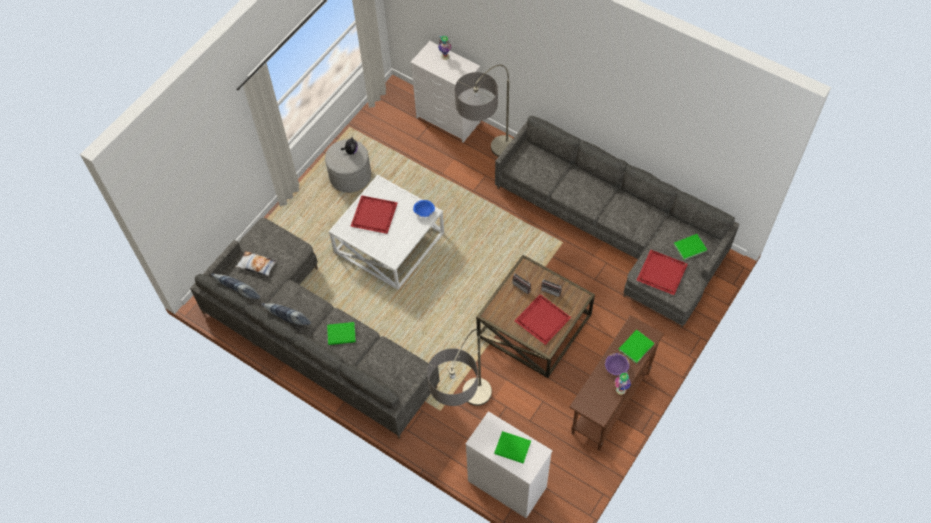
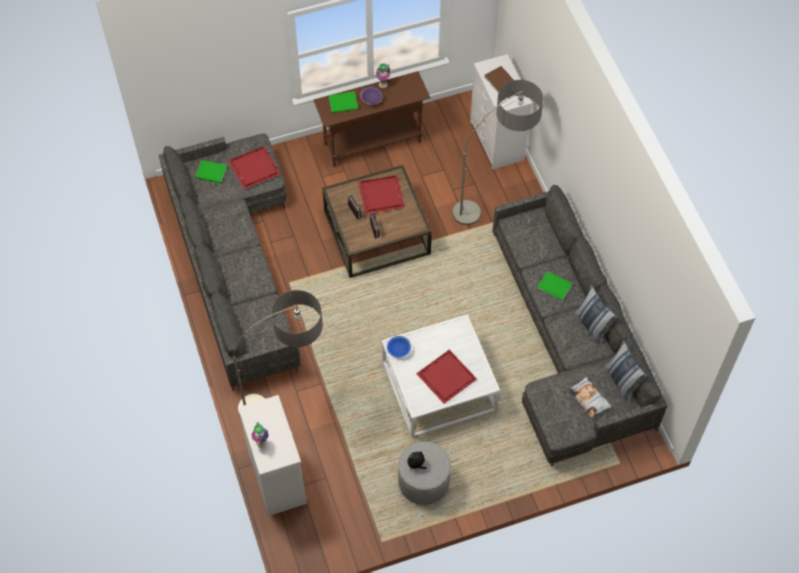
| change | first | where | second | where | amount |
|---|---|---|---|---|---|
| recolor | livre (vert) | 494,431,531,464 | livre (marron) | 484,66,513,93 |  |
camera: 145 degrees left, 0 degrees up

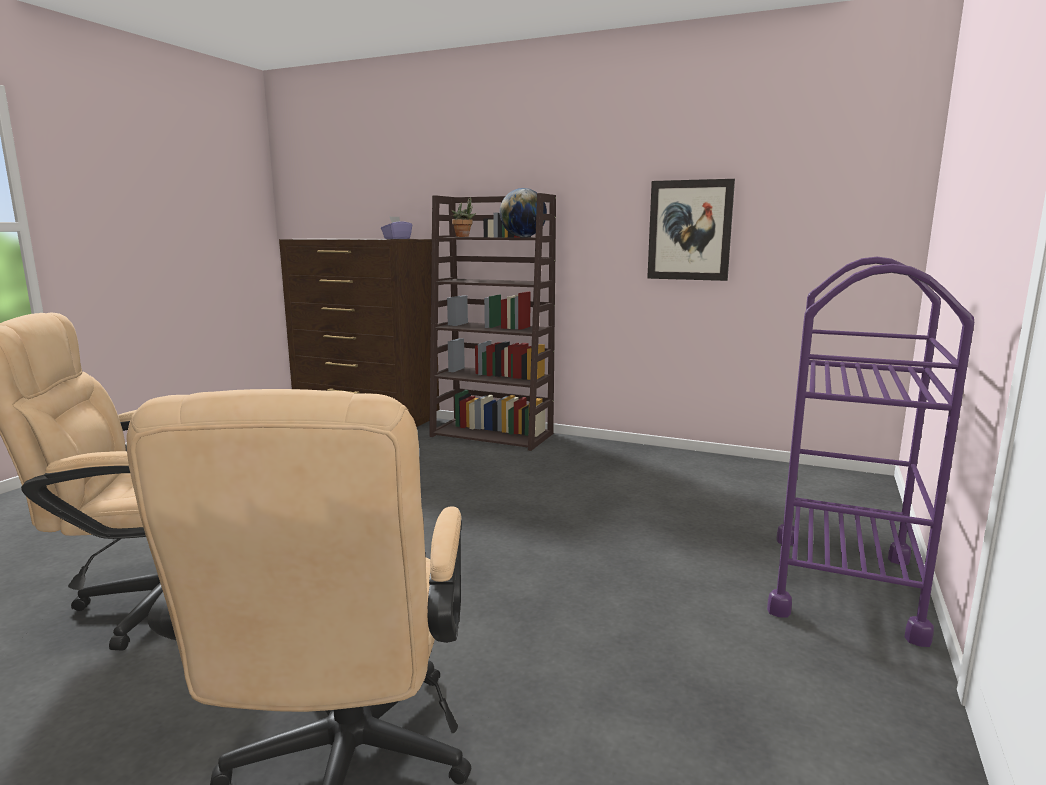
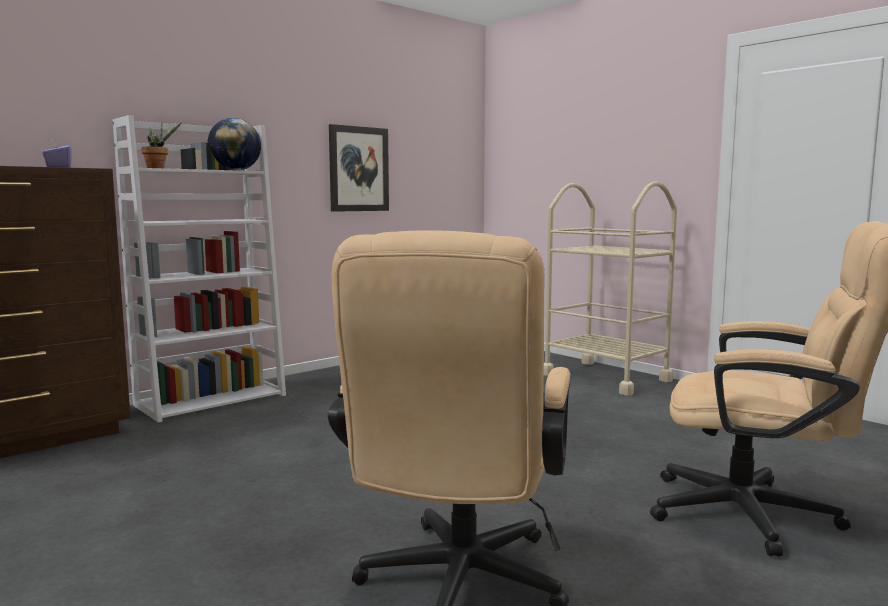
| change | first | where | second | where | amount |
|---|---|---|---|---|---|
| recolor | bibliothèque (marron) | 429,193,556,451 | bibliothèque (blanc) | 113,115,286,423 |  |
| recolor | chariot (violet) | 767,257,974,647 | chariot (beige) | 544,181,677,396 |  |
camera: 65 degrees left, 5 degrees down

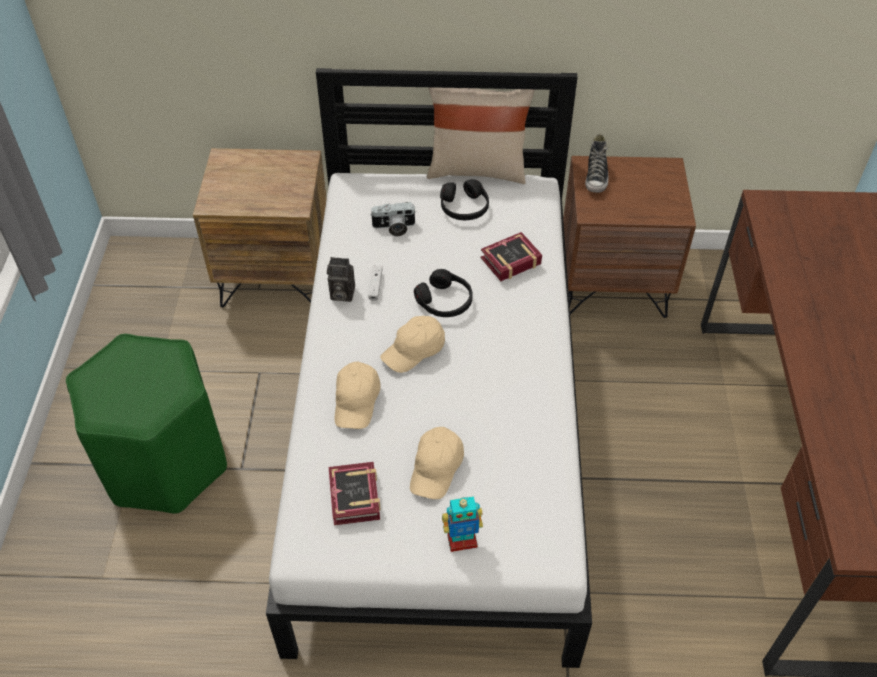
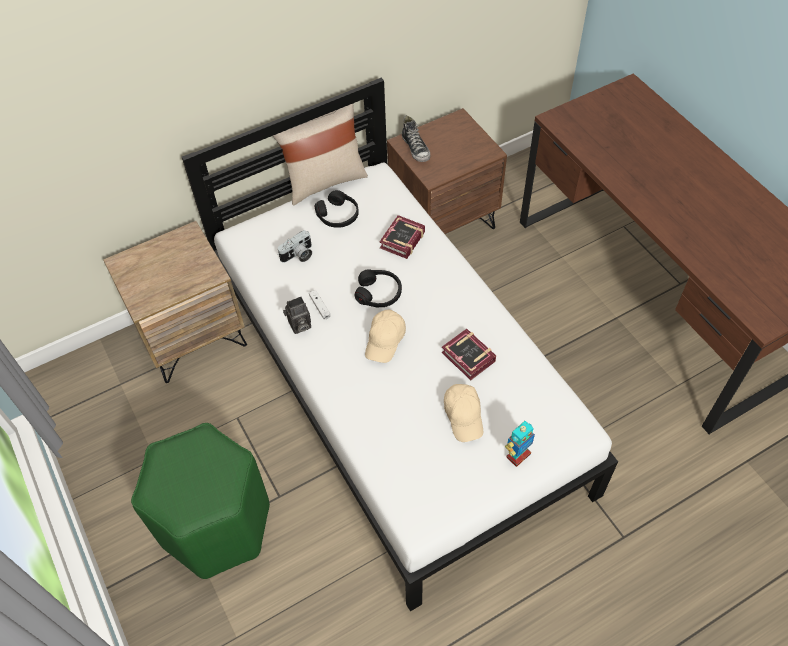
| change | first | where | second | where | amount |
|---|---|---|---|---|---|
| delete | casquette (beige) | 335,362,381,429 |  |  |  |
| move | livre | 329,462,381,525 |  | 442,329,496,380 |  |
camera: 30 degrees left, 5 degrees up

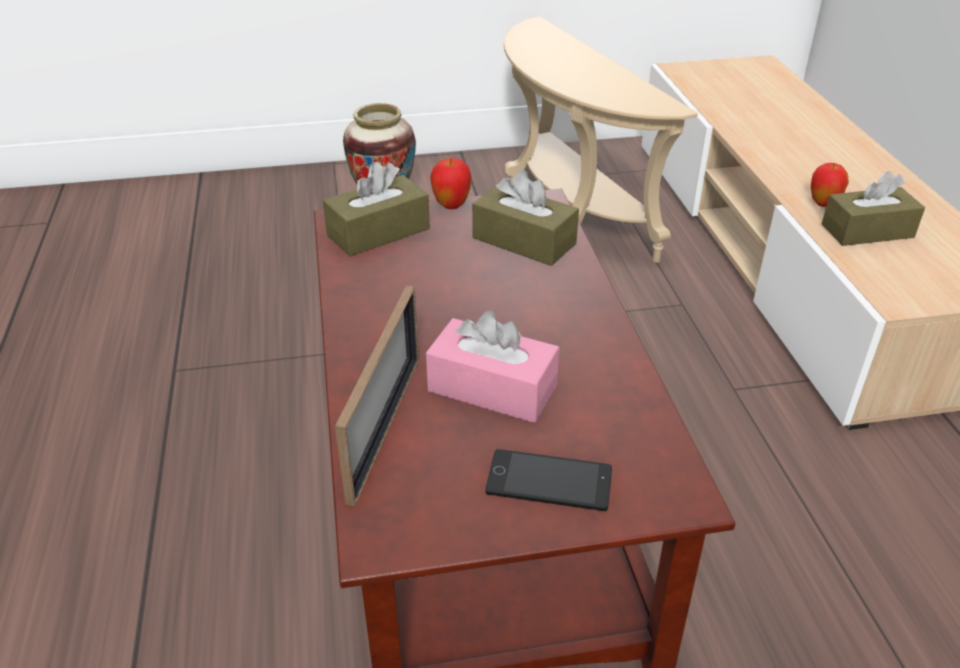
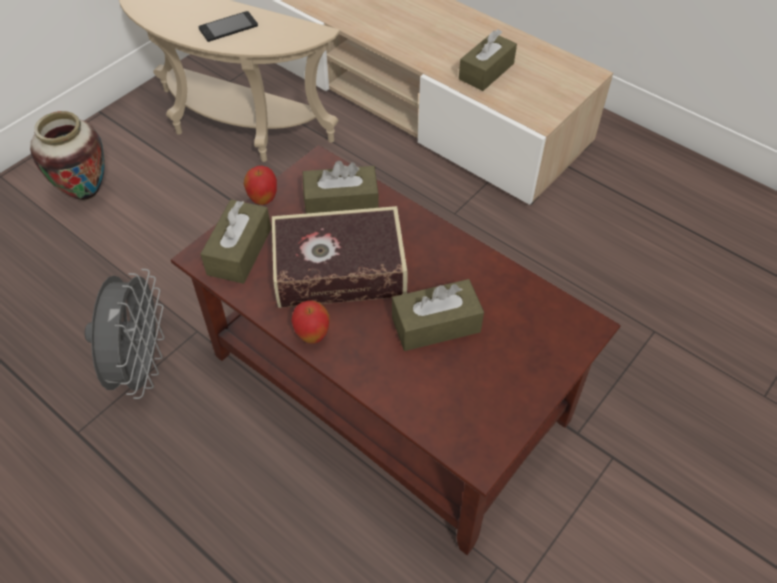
| change | first | where | second | where | amount |
|---|---|---|---|---|---|
| delete | cadre photo | 335,285,419,506 |  |  |  |
| insert |  |  | ventilateur (gris) | 85,269,164,399 |  |
| insert |  |  | livre | 272,206,407,308 |  |
| move | téléphone | 486,449,612,511 |  | 198,11,258,42 |  |
| move | pomme | 811,163,849,207 |  | 291,301,330,344 |  |
| recolor | boîte à mouchoirs (rose) | 426,311,559,423 | boîte à mouchoirs (marron) | 392,279,484,351 |  |
camera: 40 degrees left, 15 degrees up

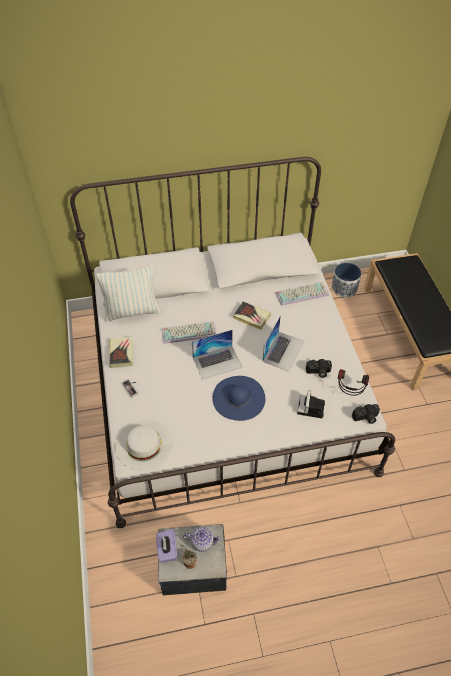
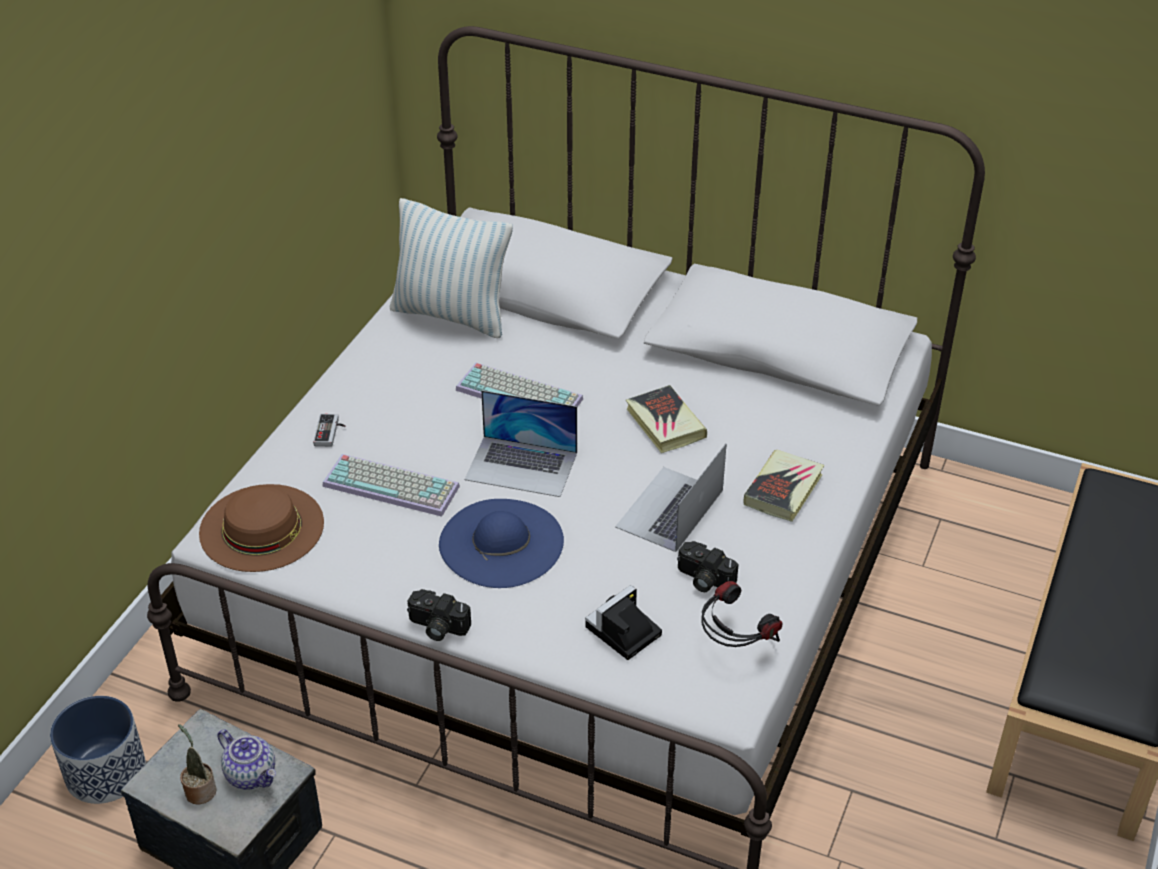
| change | first | where | second | where | amount |
|---|---|---|---|---|---|
| delete | boîte à mouchoirs (violet) | 156,529,177,562 |  |  |  |
| move | livre | 109,336,133,368 |  | 743,450,824,522 |  |
| move | clavier | 276,282,329,306 |  | 322,454,460,517 |  |
| move | cache-pot | 332,263,361,297 |  | 50,696,146,804 |  |
| move | appareil photo | 352,404,380,424 |  | 407,589,471,641 |  |
| recolor | chapeau (blanc) | 115,420,172,471 | chapeau (marron) | 199,484,324,572 |  |
| rotate | ordinateur portable | 262,315,304,372 |  | 615,443,727,552 | 150 degrees clockwise |
camera: 35 degrees right, 10 degrees down

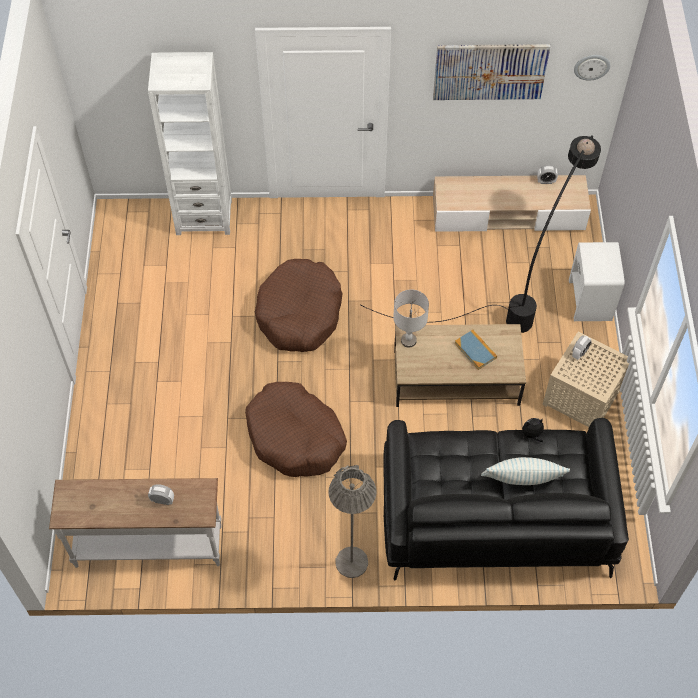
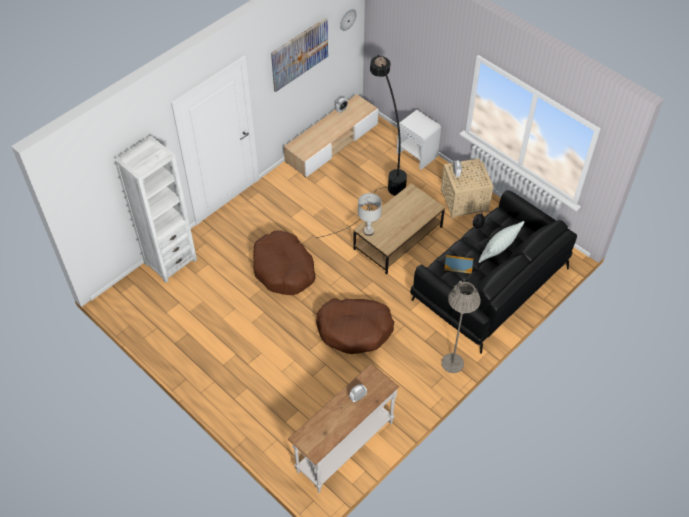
| change | first | where | second | where | amount |
|---|---|---|---|---|---|
| move | livre | 454,330,497,370 |  | 444,255,473,274 |  |
camera: 45 degrees left, 5 degrees down

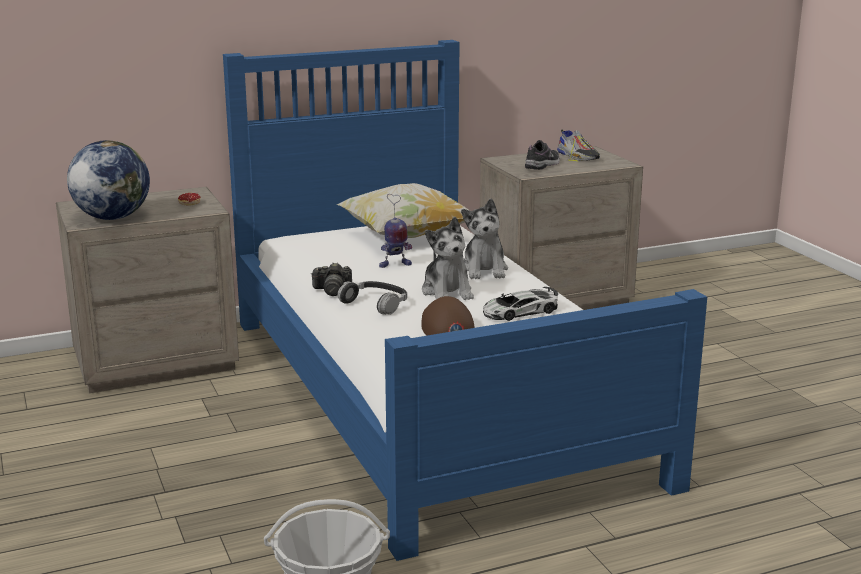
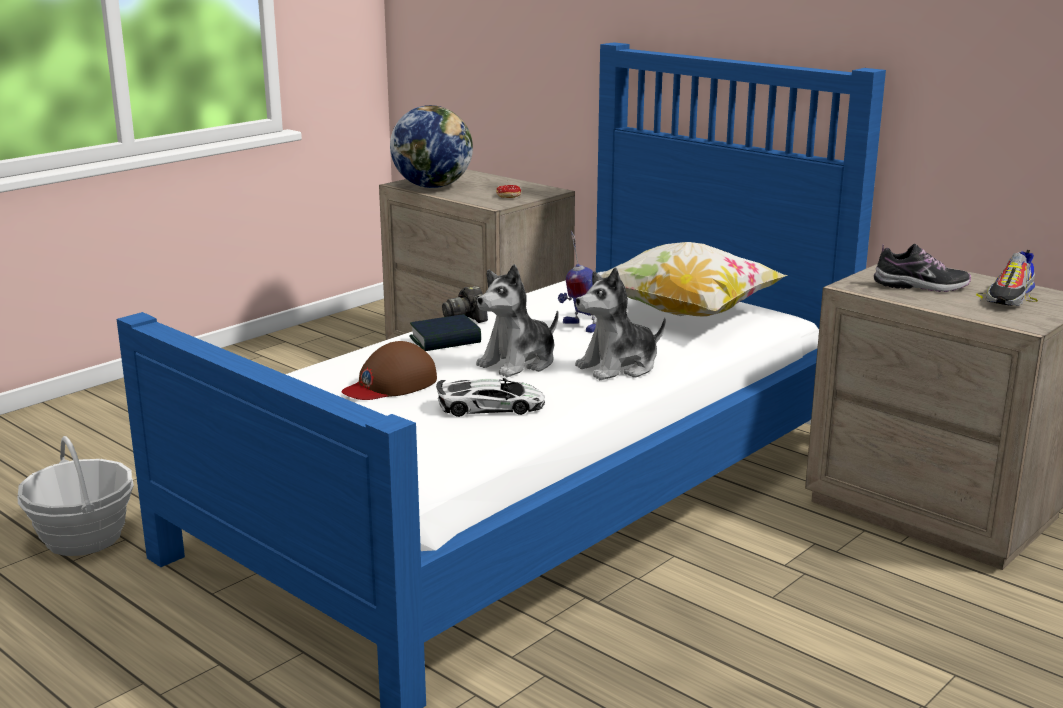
| change | first | where | second | where | amount |
|---|---|---|---|---|---|
| replace | casque audio | 338,281,407,315 | livre | 409,314,481,351 |  |
| rotate | petite voiture | 483,287,558,321 |  | 436,378,545,417 | 135 degrees clockwise |
camera: 65 degrees right, 0 degrees up

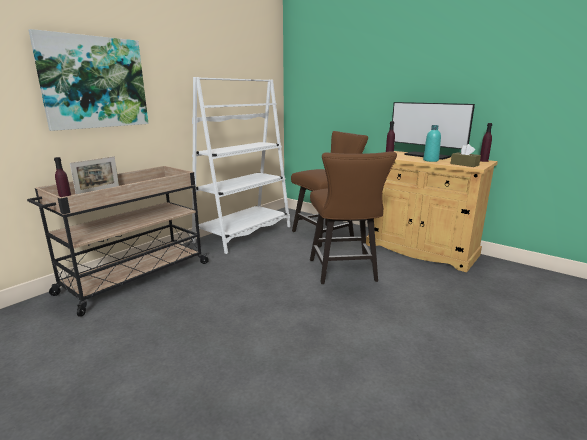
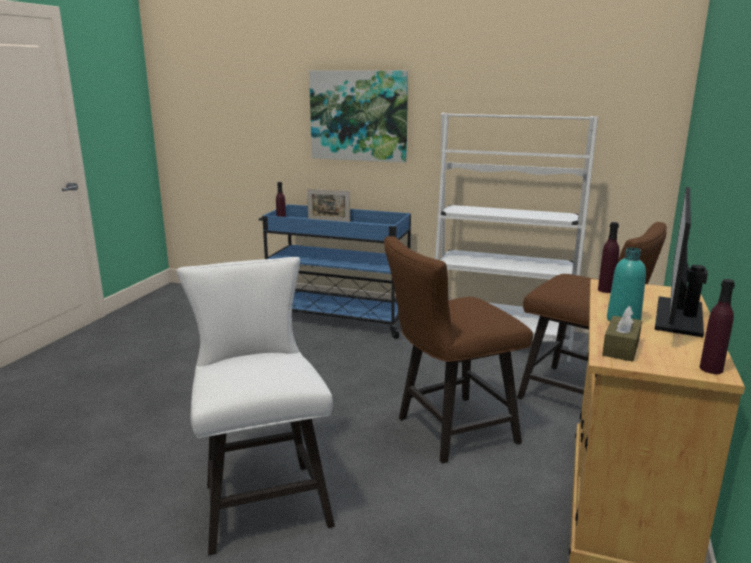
| change | first | where | second | where | amount |
|---|---|---|---|---|---|
| insert |  |  | chaise (blanc) | 176,257,335,556 |  |
| recolor | chariot (beige) | 27,166,210,317 | chariot (bleu) | 259,204,411,339 |  |
camera: 70 degrees right, 0 degrees up

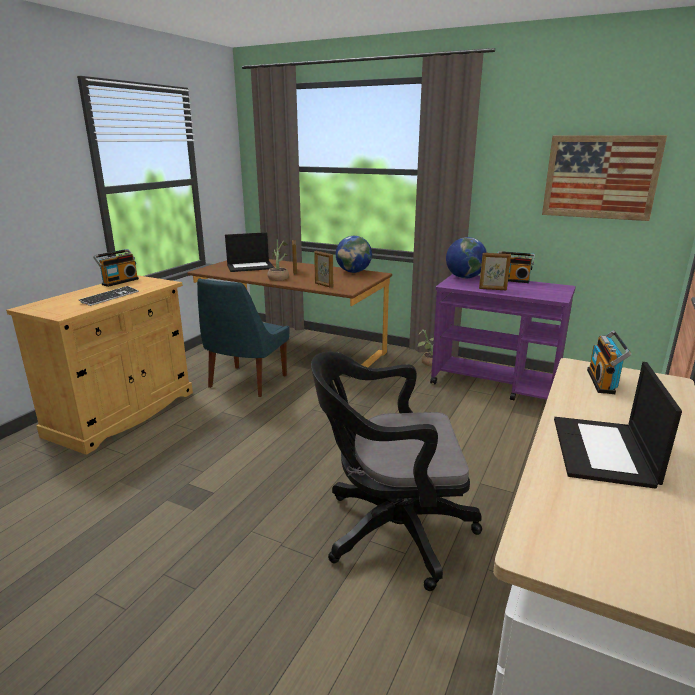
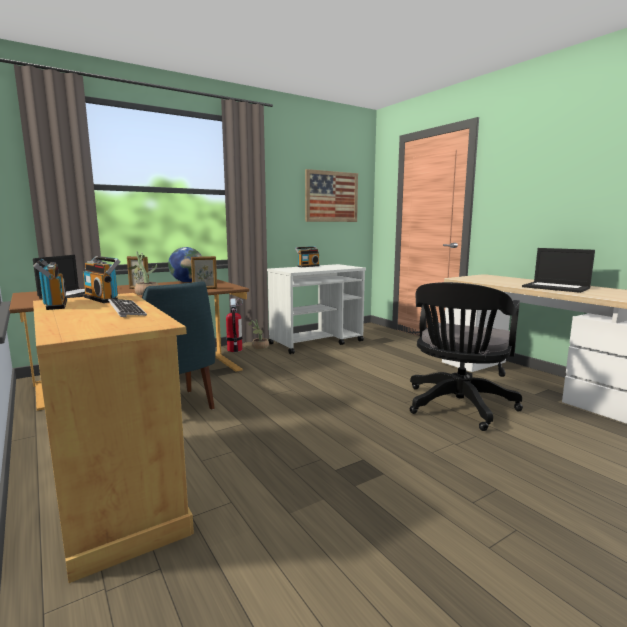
| change | first | where | second | where | amount |
|---|---|---|---|---|---|
| delete | globe | 446,237,487,279 |  |  |  |
| delete | cadre photo | 479,253,511,290 |  |  |  |
| insert |  |  | extincteur | 226,298,243,352 |  |
| move | radio | 587,330,632,394 |  | 83,256,121,303 |  |
| recolor | chariot (violet) | 430,274,576,400 | chariot (blanc) | 267,264,366,354 |  |
camera: 60 degrees left, 10 degrees down

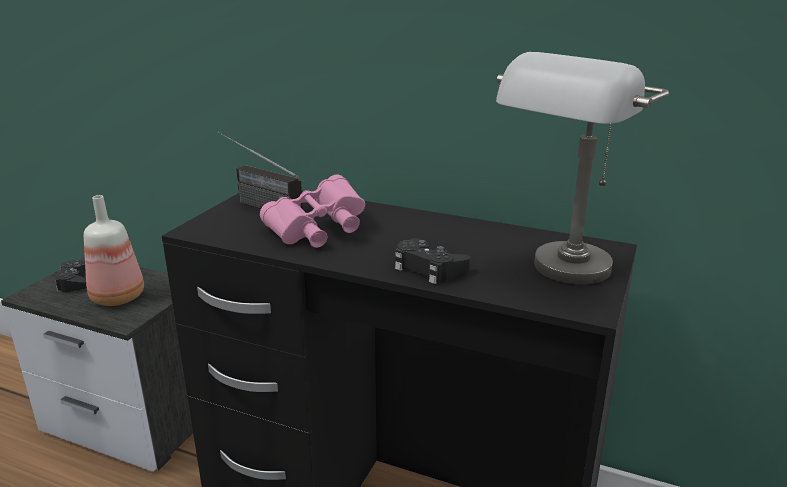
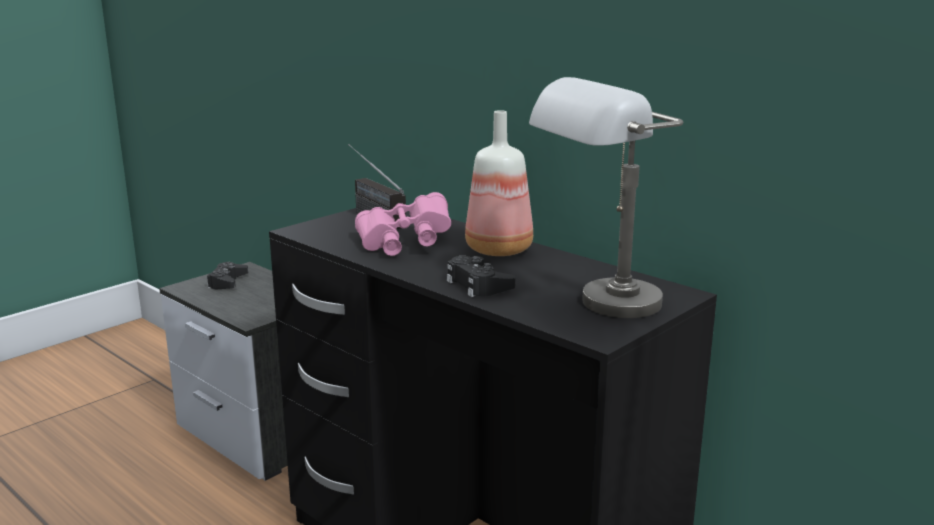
| change | first | where | second | where | amount |
|---|---|---|---|---|---|
| move | bouteille | 84,195,144,306 |  | 465,110,533,256 |  |
camera: 20 degrees right, 5 degrees down

